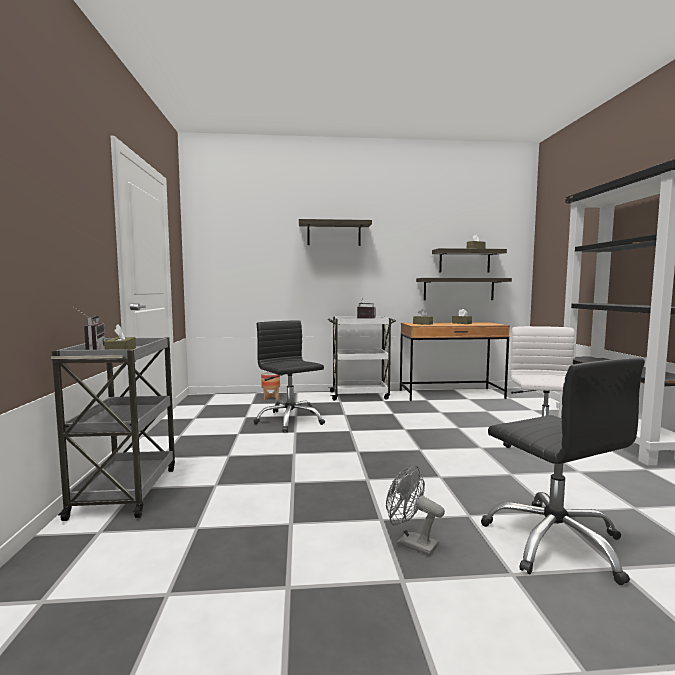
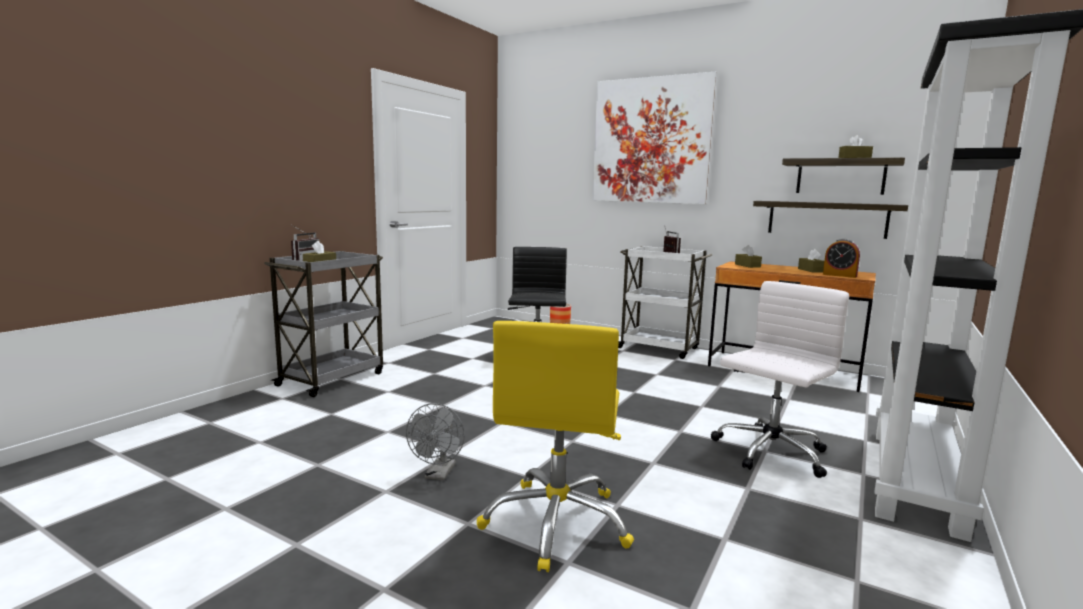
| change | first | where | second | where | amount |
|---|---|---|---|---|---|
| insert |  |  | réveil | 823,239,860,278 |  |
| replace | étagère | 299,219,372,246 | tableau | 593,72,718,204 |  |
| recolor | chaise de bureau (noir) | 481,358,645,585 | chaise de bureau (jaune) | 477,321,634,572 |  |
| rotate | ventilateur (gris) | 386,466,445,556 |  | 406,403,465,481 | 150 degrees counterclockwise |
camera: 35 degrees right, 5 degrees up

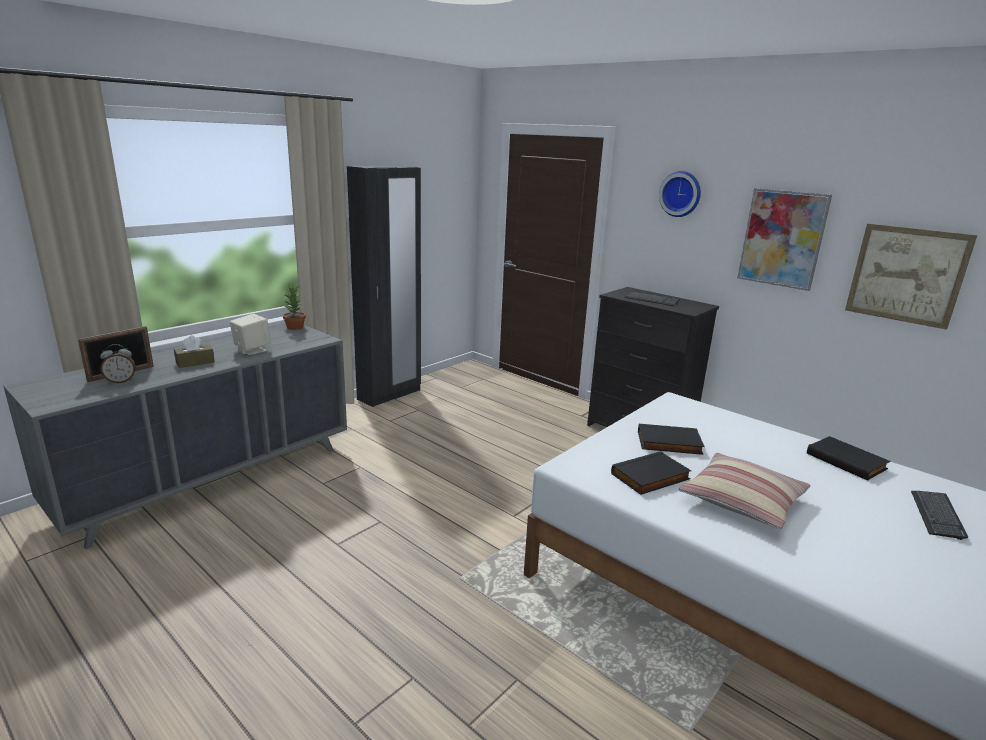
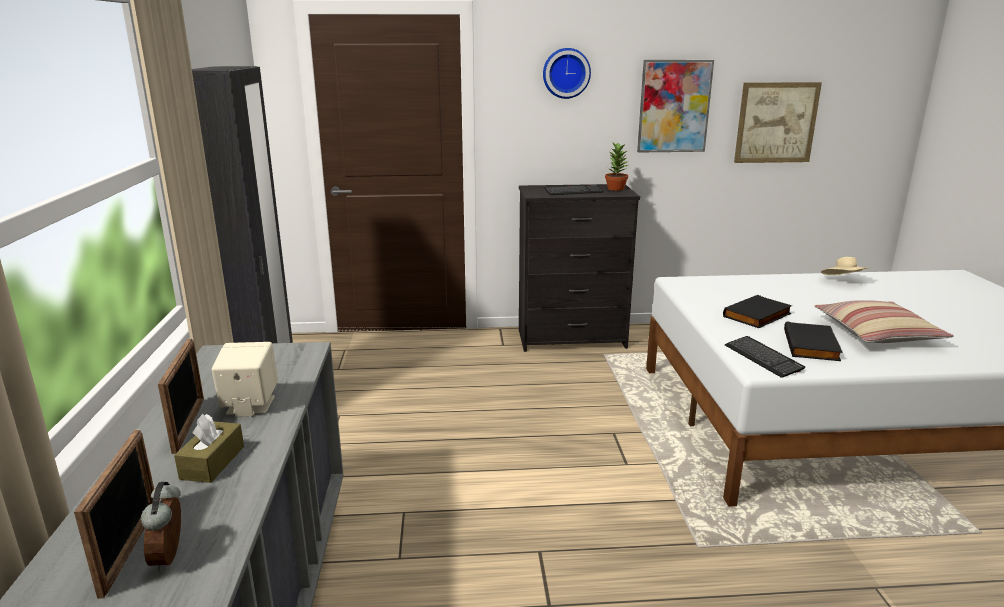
| change | first | where | second | where | amount |
|---|---|---|---|---|---|
| insert |  |  | cadre photo | 158,338,204,454 |  |
| move | plante en pot | 283,282,306,330 |  | 605,142,628,191 |  |
| move | clavier | 911,491,968,540 |  | 725,336,805,378 |  |
| replace | livre (noir) | 807,436,890,480 | chapeau (beige) | 821,257,869,275 |  |
| rotate | réveil | 100,344,136,384 |  | 141,482,181,572 | 150 degrees clockwise |
camera: 45 degrees left, 0 degrees up

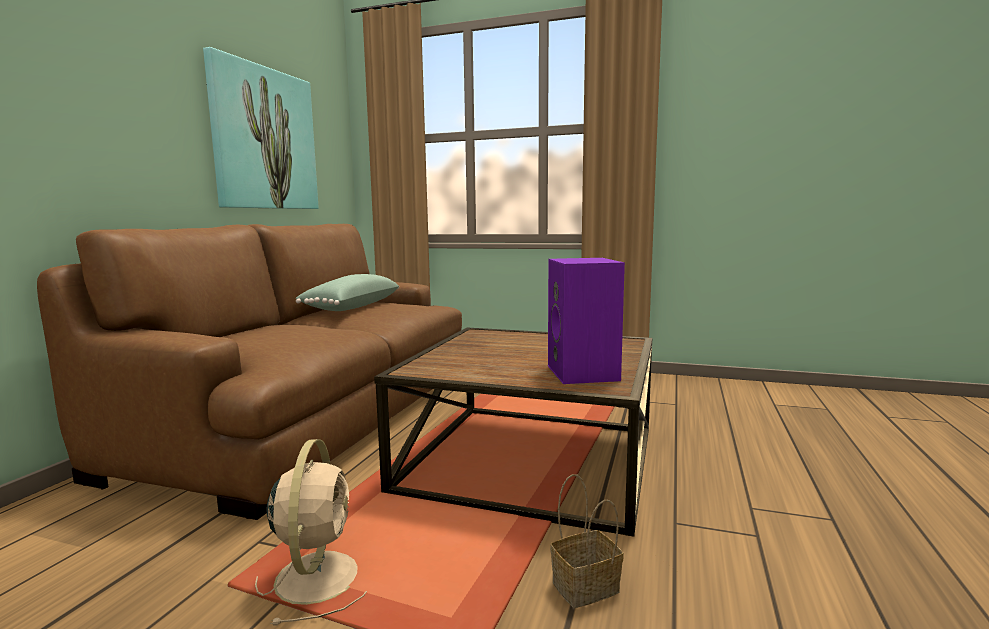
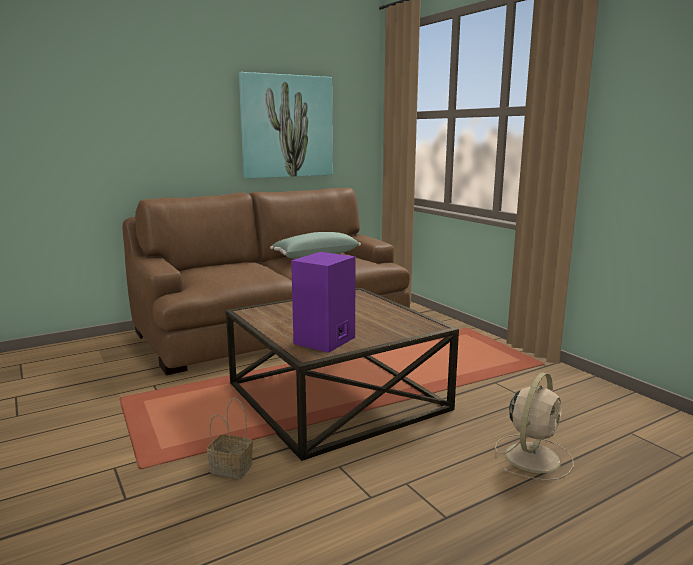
| change | first | where | second | where | amount |
|---|---|---|---|---|---|
| move | ventilateur (beige) | 255,439,367,626 |  | 495,372,574,481 |  |
camera: 40 degrees right, 5 degrees up

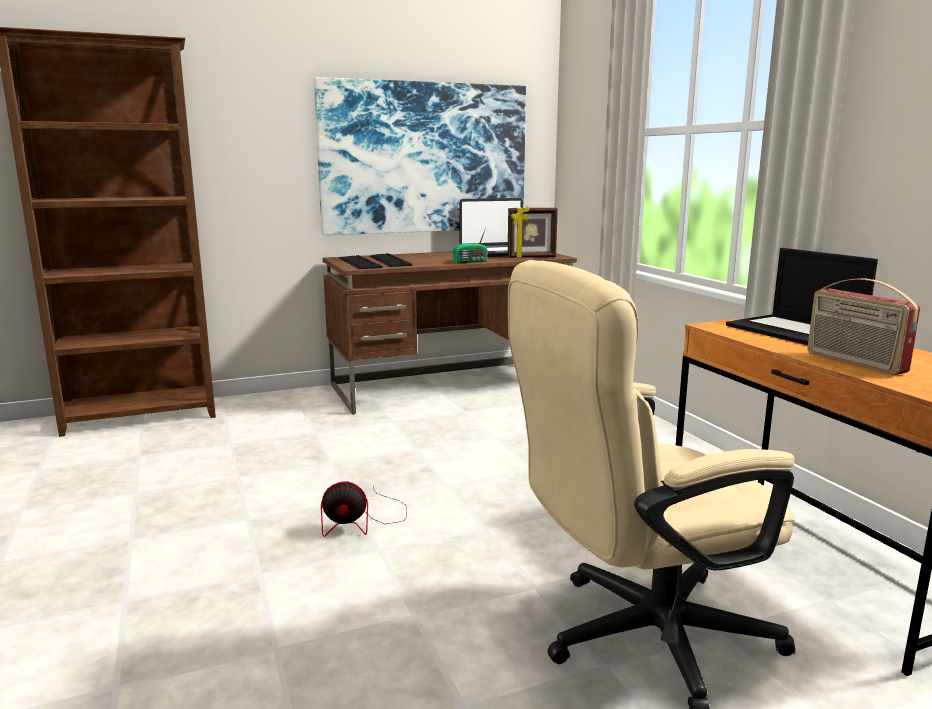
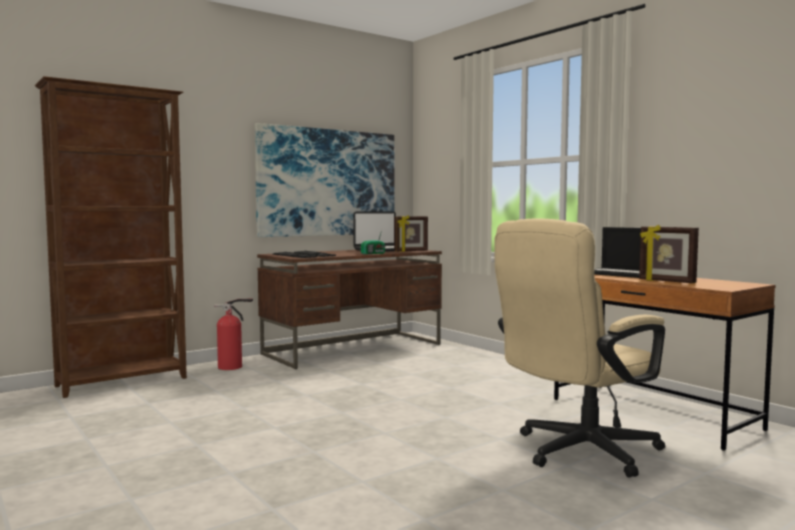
| change | first | where | second | where | amount |
|---|---|---|---|---|---|
| delete | ventilateur | 321,481,407,537 |  |  |  |
| insert |  |  | extincteur | 214,299,253,370 |  |
| replace | radio | 807,278,920,375 | cadre photo | 639,225,699,283 |  |
camera: 15 degrees left, 10 degrees down

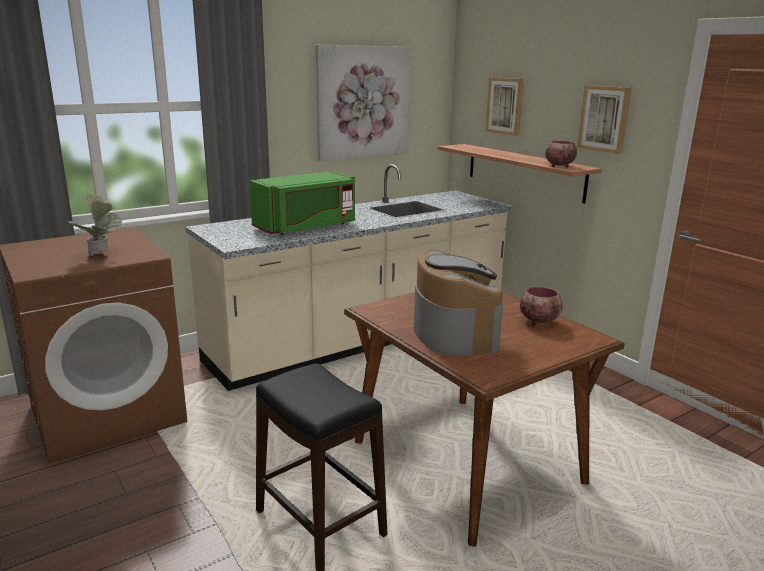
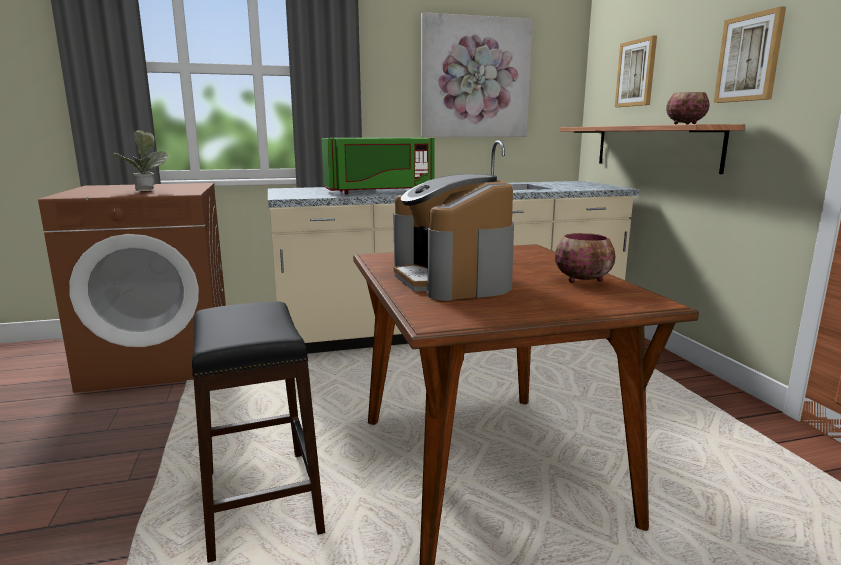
| change | first | where | second | where | amount |
|---|---|---|---|---|---|
| rotate | machine à café | 414,250,503,356 |  | 394,174,514,301 | 150 degrees clockwise |
camera: 20 degrees right, 5 degrees down

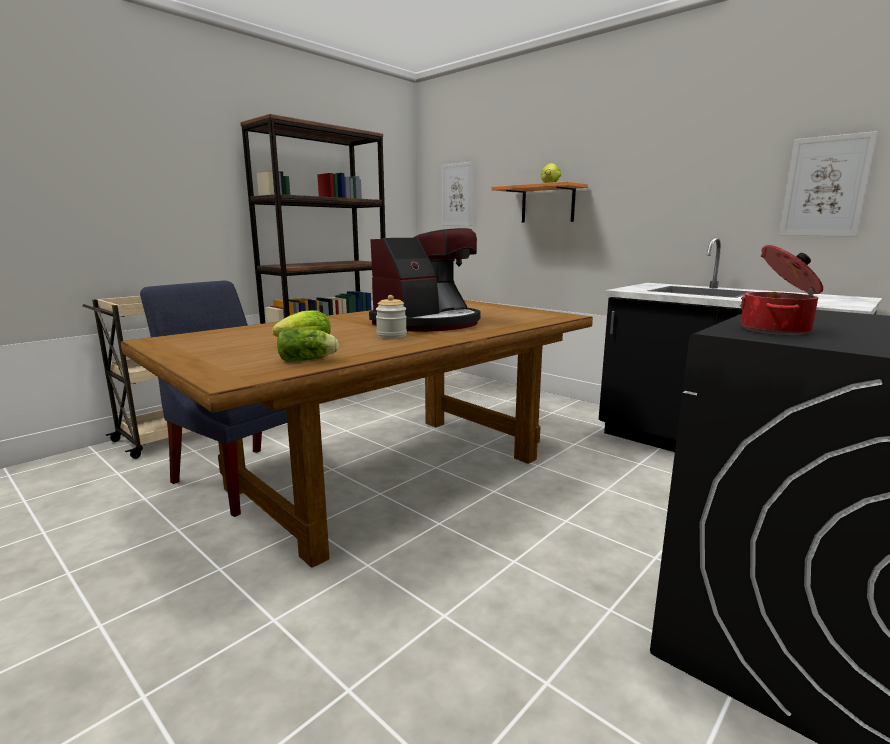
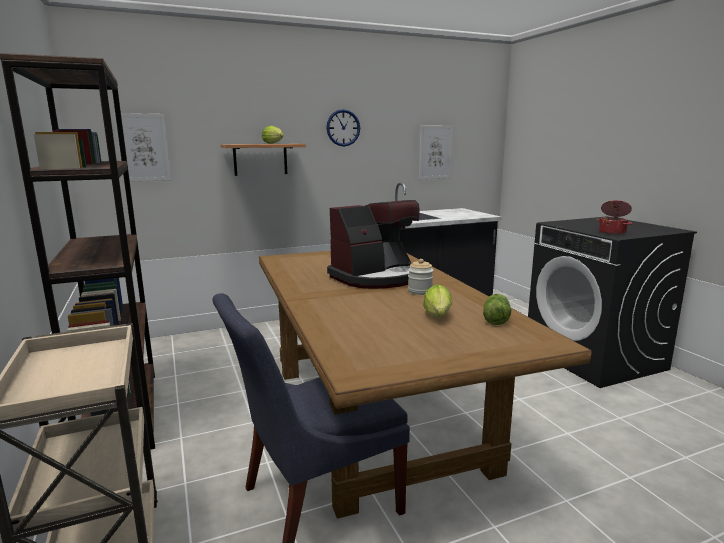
| change | first | where | second | where | amount |
|---|---|---|---|---|---|
| insert |  |  | horloge murale | 326,109,360,146 |  |
| rotate | machine à café | 369,228,481,332 |  | 327,200,420,289 | 75 degrees clockwise |
camera: 65 degrees left, 0 degrees up

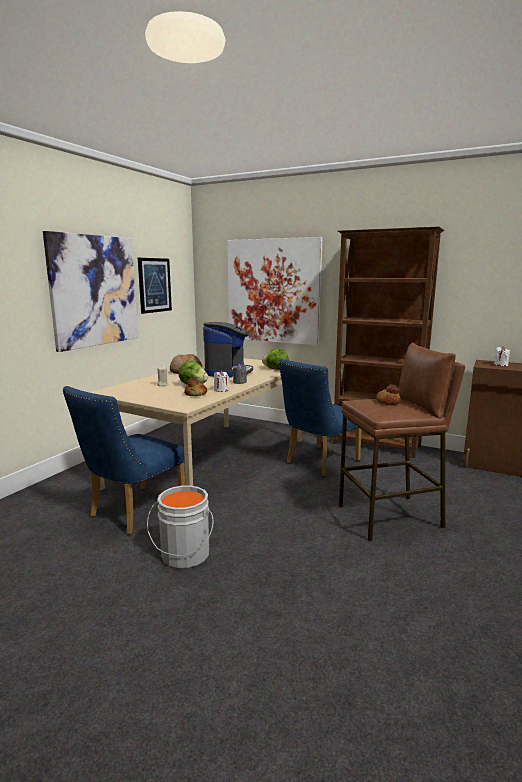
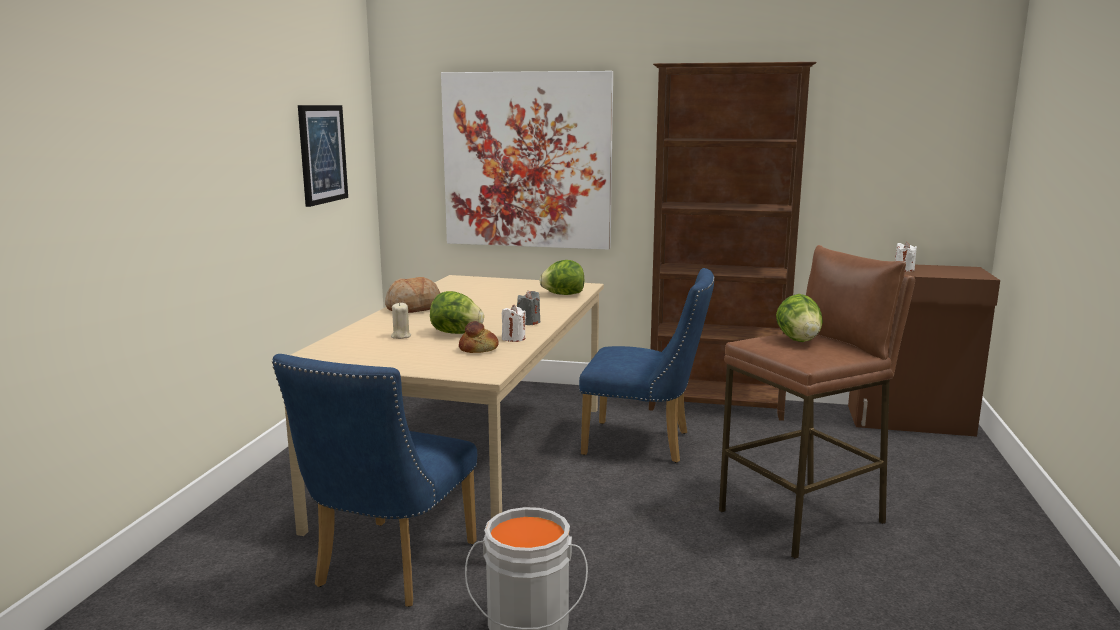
| change | first | where | second | where | amount |
|---|---|---|---|---|---|
| delete | tableau | 43,231,138,352 |  |  |  |
| delete | machine à café | 203,322,253,378 |  |  |  |
| replace | pain | 376,384,401,405 | laitue | 776,294,823,342 |  |
| rotate | chaise (bleu) | 278,359,362,476 |  | 579,268,714,463 | 105 degrees counterclockwise |
camera: 15 degrees left, 0 degrees up

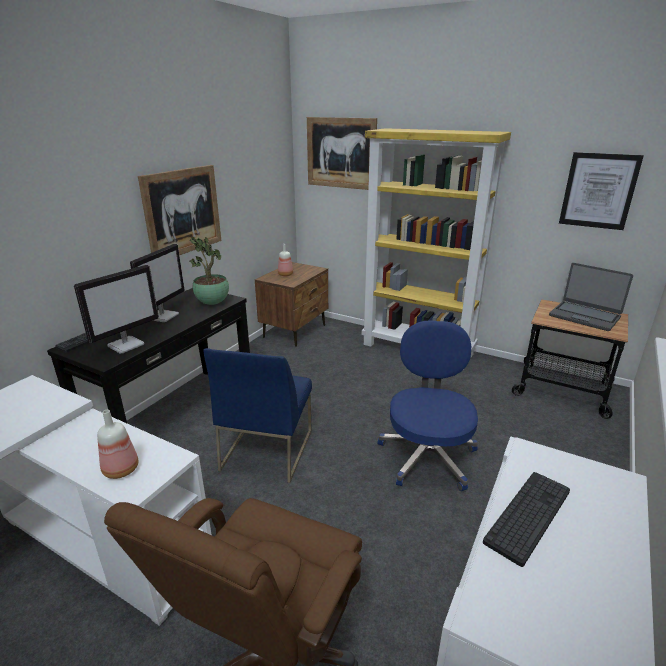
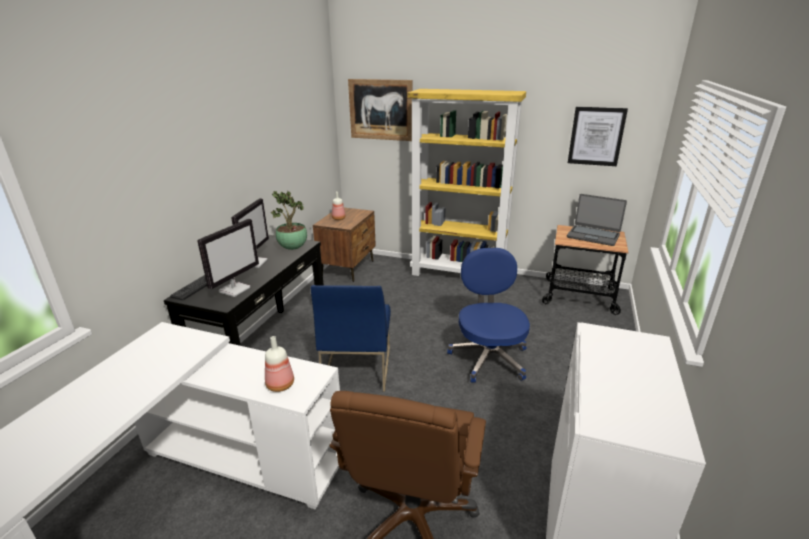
| change | first | where | second | where | amount |
|---|---|---|---|---|---|
| delete | tableau | 138,165,221,255 |  |  |  |
| delete | clavier | 483,472,570,567 |  |  |  |
camera: 10 degrees left, 0 degrees up

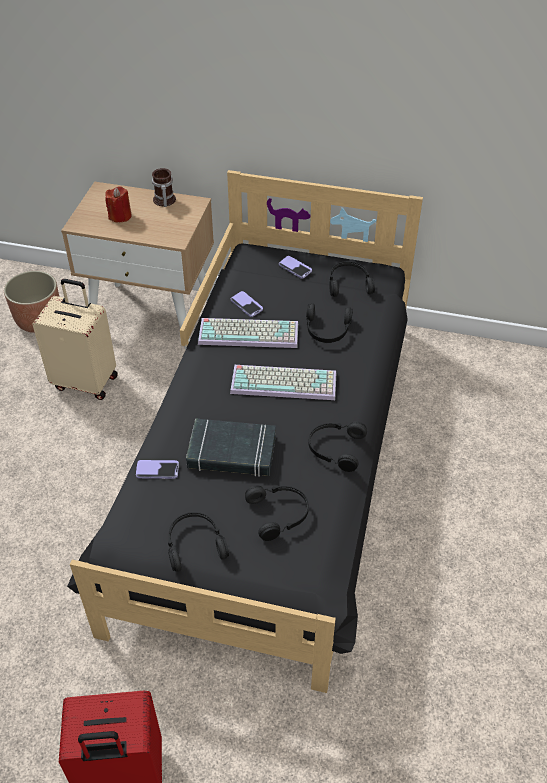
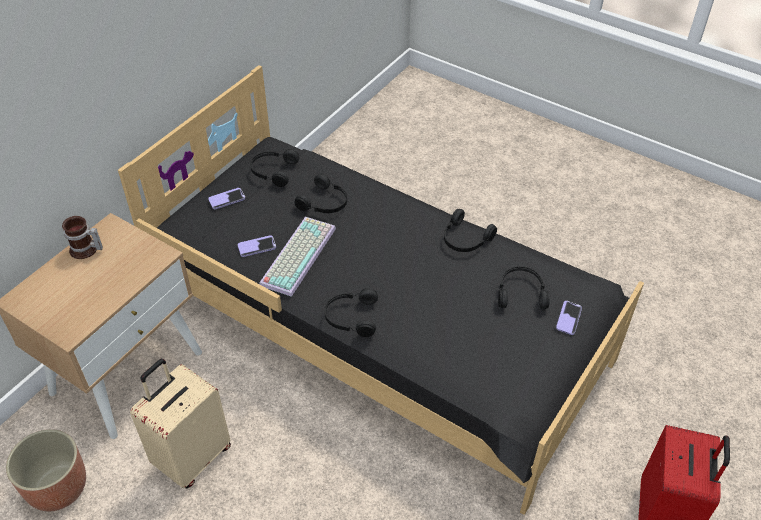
| change | first | where | second | where | amount |
|---|---|---|---|---|---|
| delete | bougie (rouge) | 105,186,132,223 |  |  |  |
| delete | livre (noir) | 186,418,276,477 |  |  |  |
| delete | clavier | 230,365,336,400 |  |  |  |
| move | téléphone | 136,460,179,479 |  | 556,301,582,335 |  |
| move | casque audio (noir) | 168,512,229,572 |  | 324,288,378,337 |  |
camera: 70 degrees left, 0 degrees up

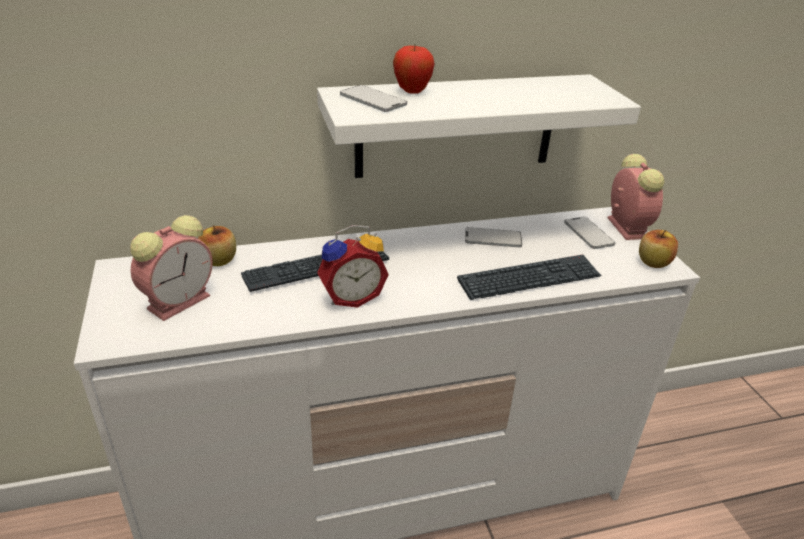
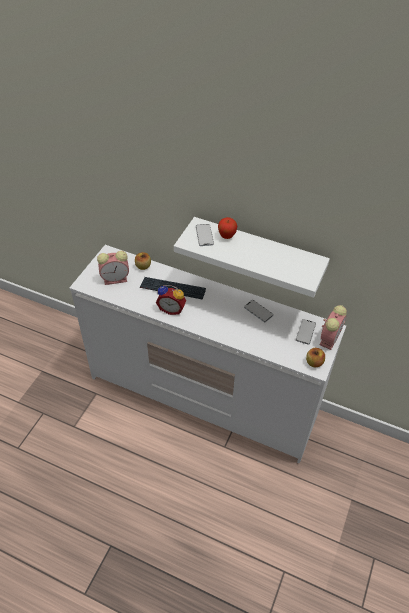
| change | first | where | second | where | amount |
|---|---|---|---|---|---|
| delete | clavier | 457,255,602,300 |  |  |  |
camera: 40 degrees right, 15 degrees up

